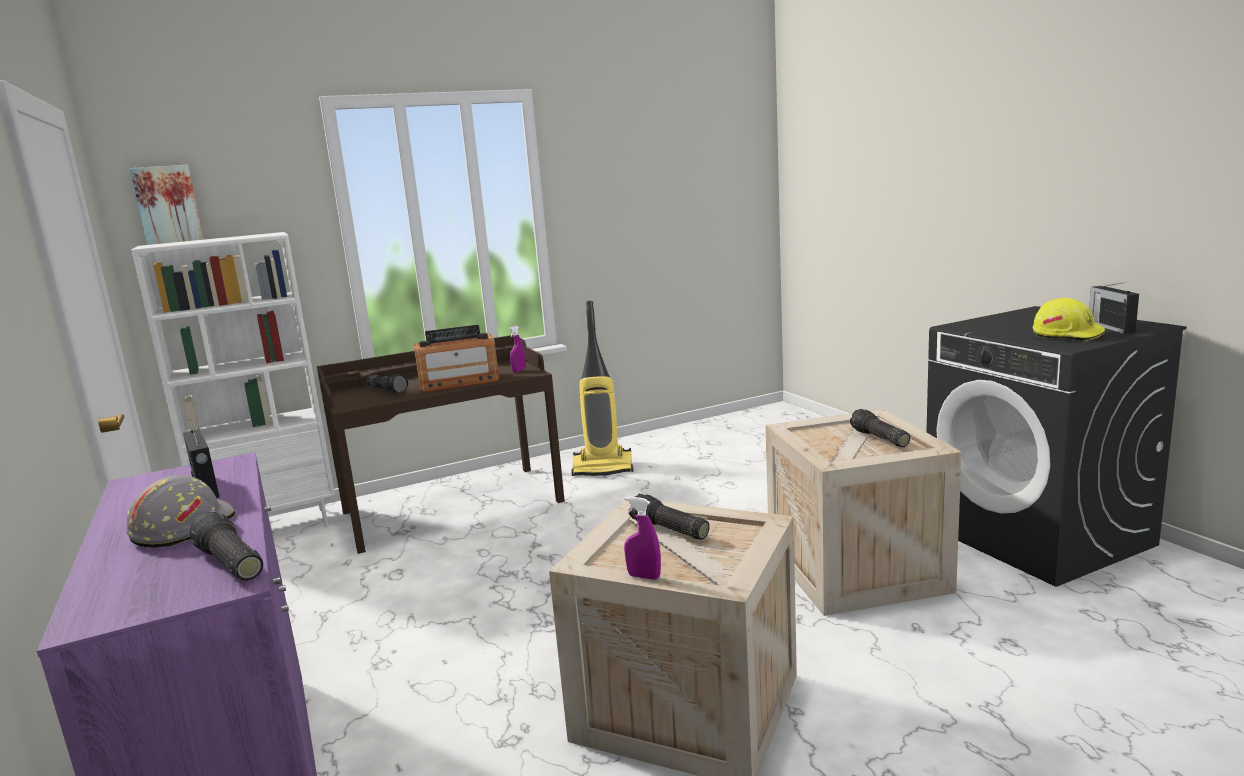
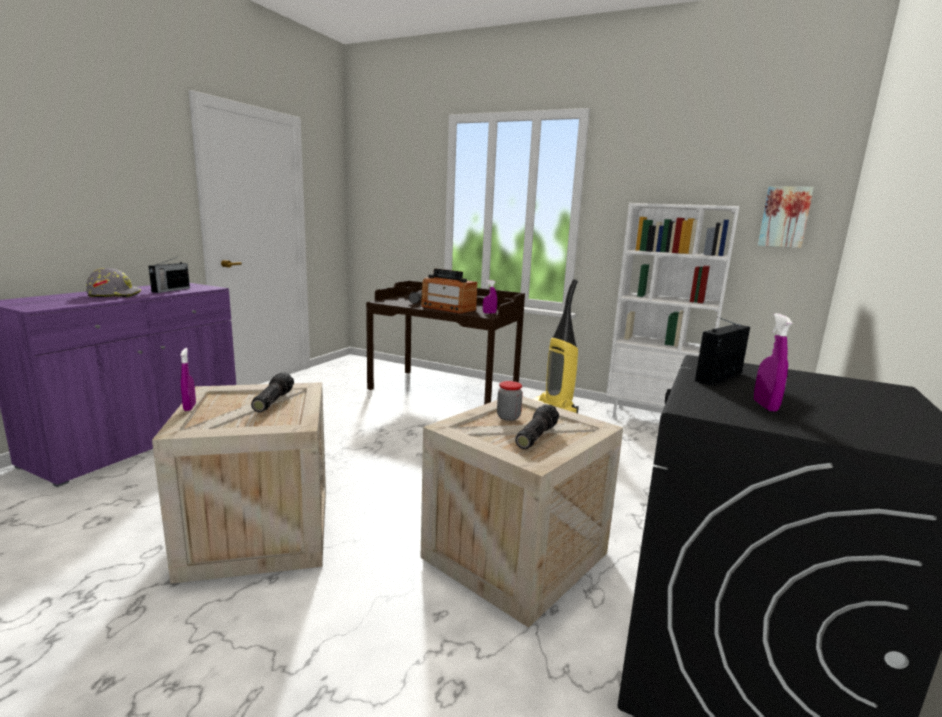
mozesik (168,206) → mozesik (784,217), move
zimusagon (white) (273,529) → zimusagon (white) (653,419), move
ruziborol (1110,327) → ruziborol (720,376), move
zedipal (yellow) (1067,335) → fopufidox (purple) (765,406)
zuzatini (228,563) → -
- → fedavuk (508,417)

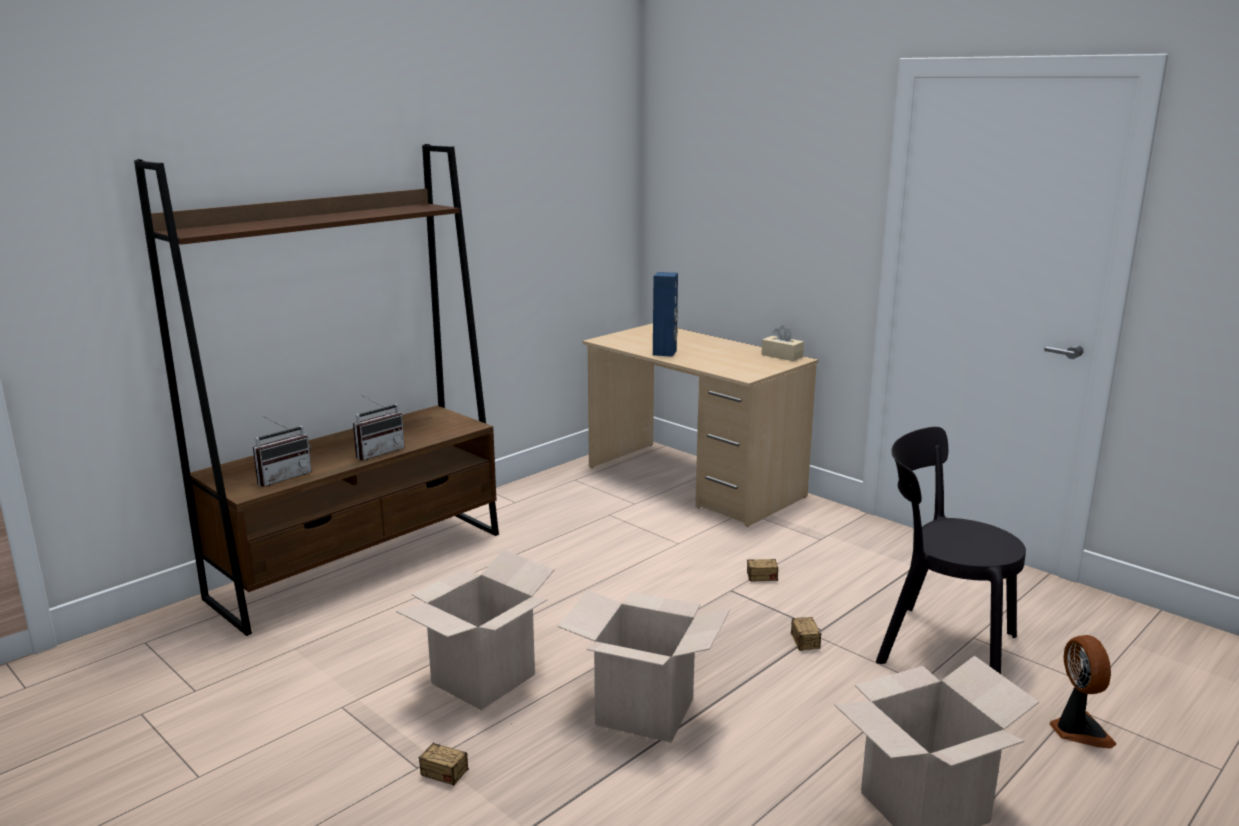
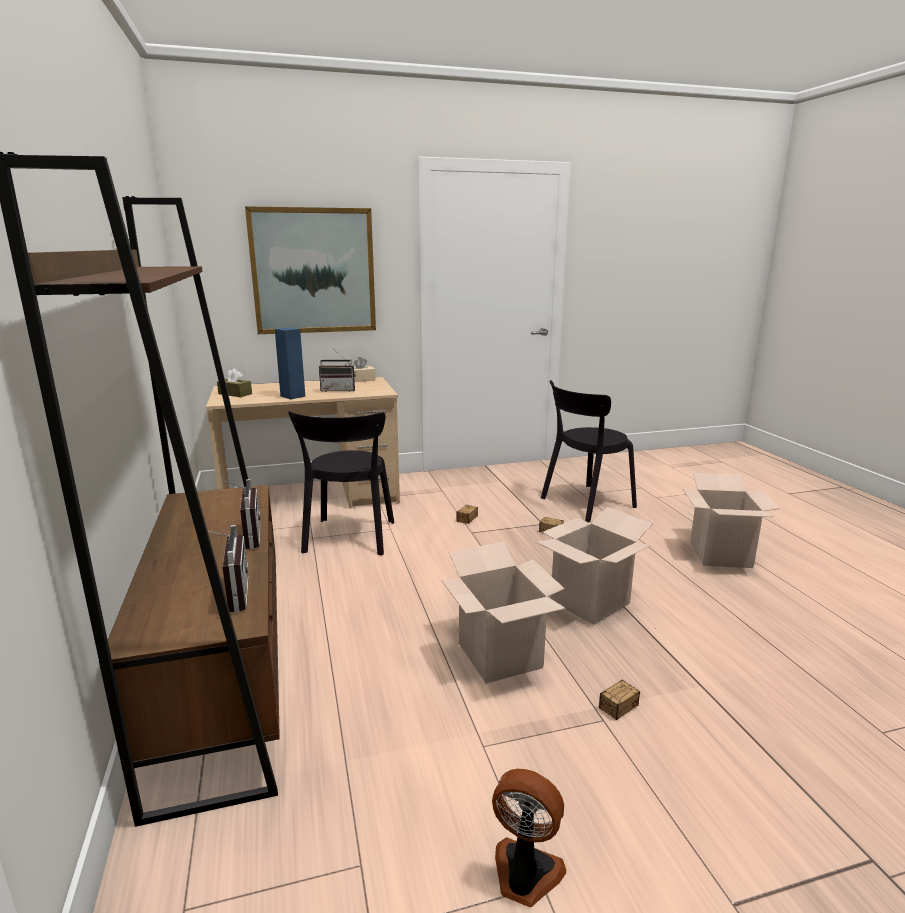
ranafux (1078,730) → ranafux (524,875), move
- → mozesik (313,271)
- → ruziborol (338,390)
- → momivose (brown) (235,394)
- → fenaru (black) (349,539)

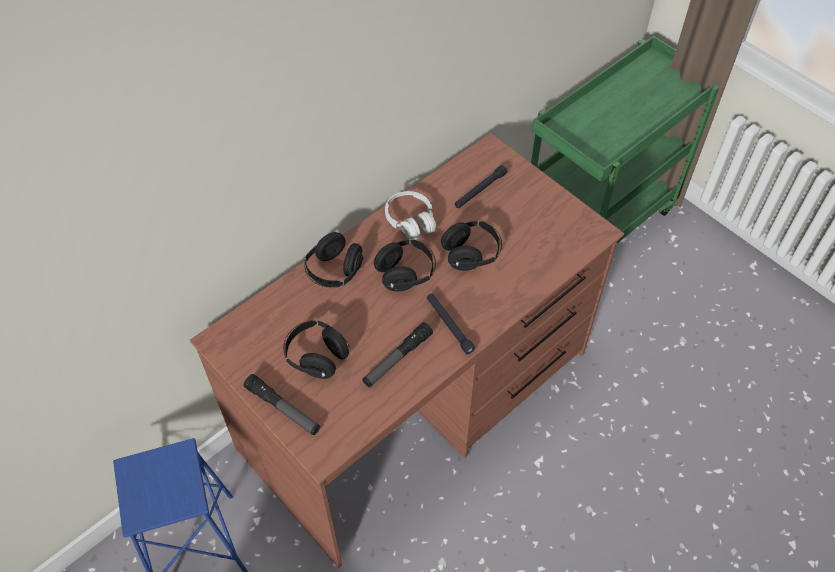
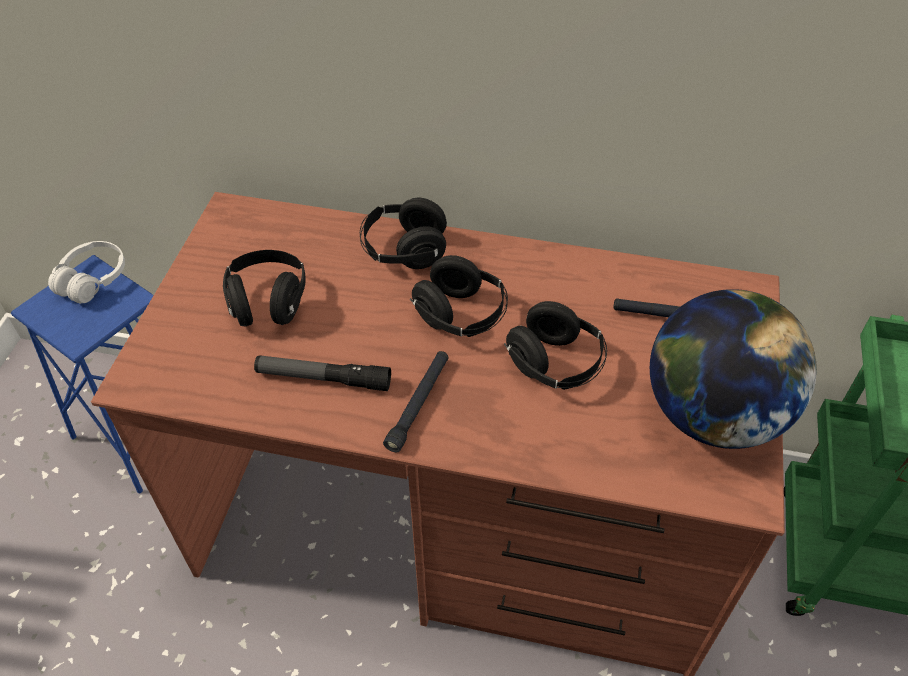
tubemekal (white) (410,221) → tubemekal (white) (93,279), move
zuzatini (283,408) → -
- → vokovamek (712,414)

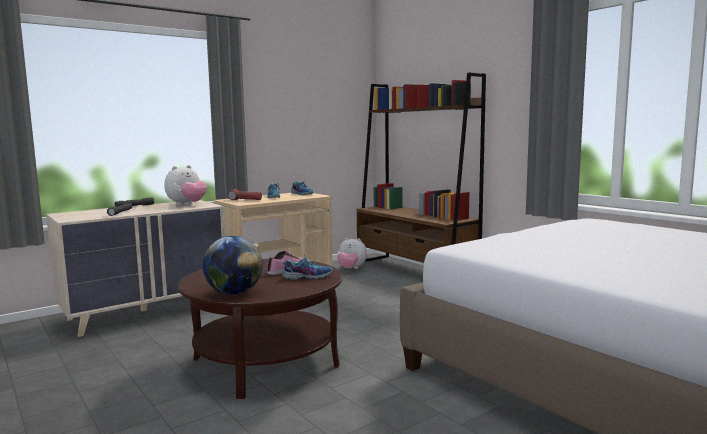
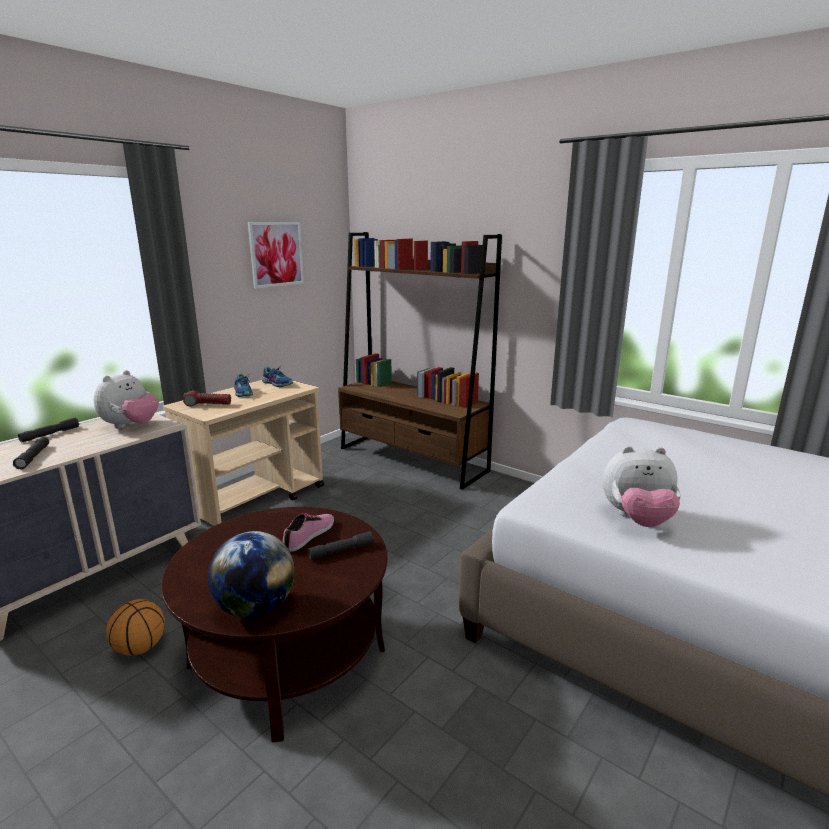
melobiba (351,269) → melobiba (637,520), move
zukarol (307,277) → zuzatini (grey) (341,551)
- → mozesik (276,254)
- → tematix (140,647)

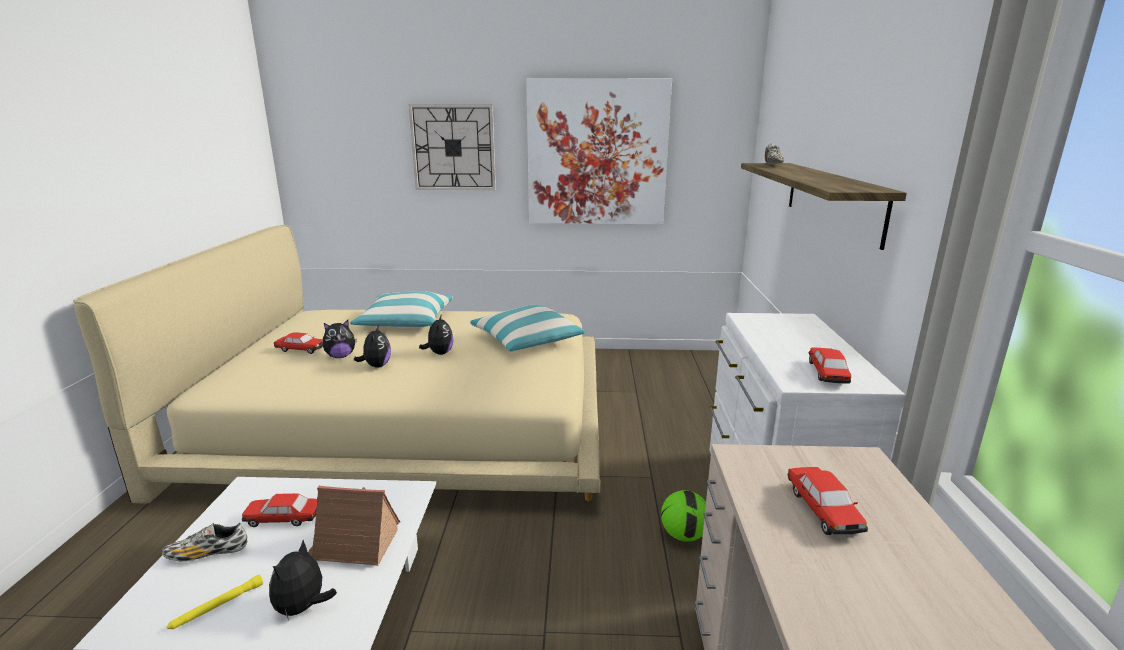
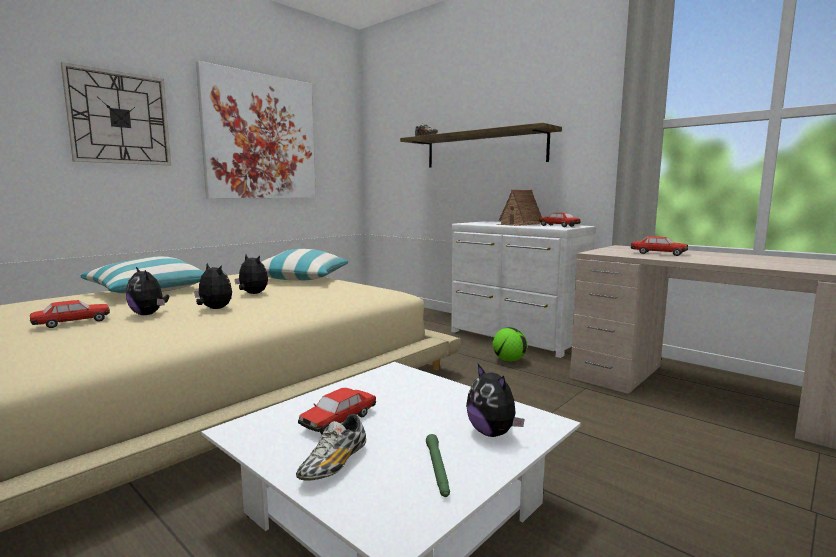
melobiba (340,356) → melobiba (149,314), 120 degrees clockwise
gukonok (354,545) → gukonok (519,224), move
zuzatini (yellow) (217,606) → zuzatini (green) (438,470)

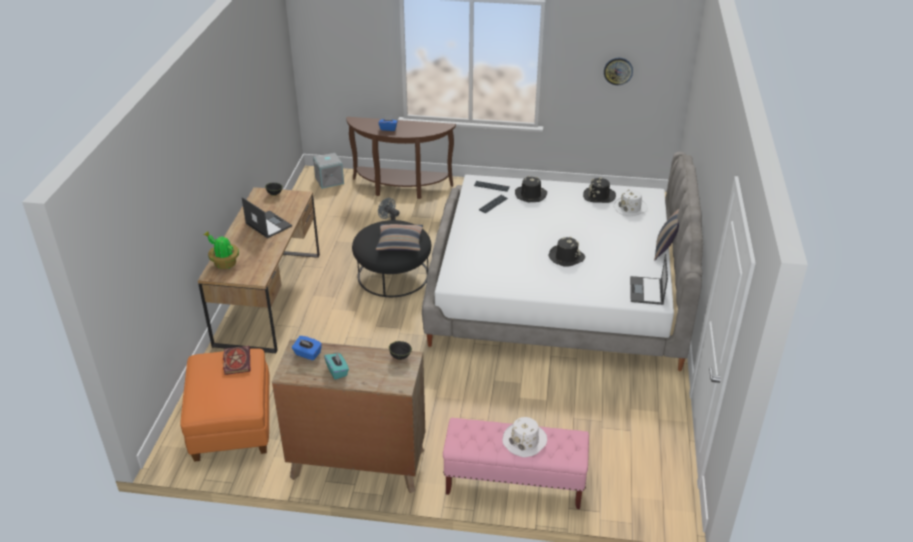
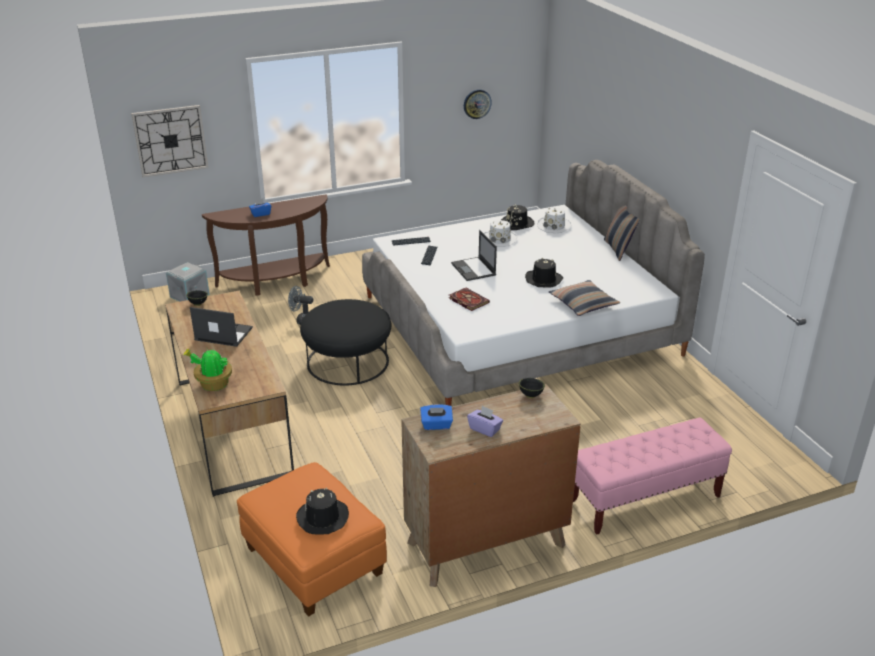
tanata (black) (530,195) → tanata (black) (322,518), move
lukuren (400,243) → lukuren (583,304), move
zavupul (646,291) → zavupul (474,269), move
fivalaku (236,361) → fivalaku (467,300), move
momivose (turquoise) (337,371) → momivose (purple) (485,429)
tanata (white) (525,441) → tanata (white) (500,239), move
- → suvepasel (170,140)

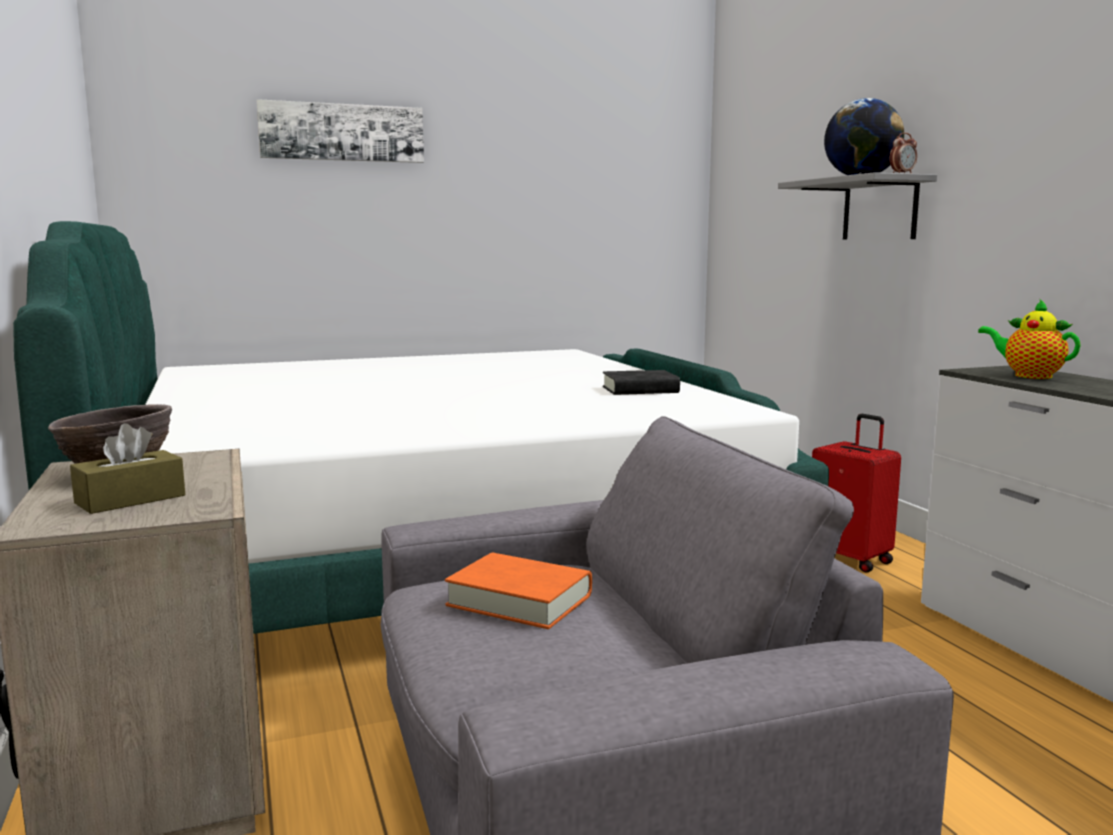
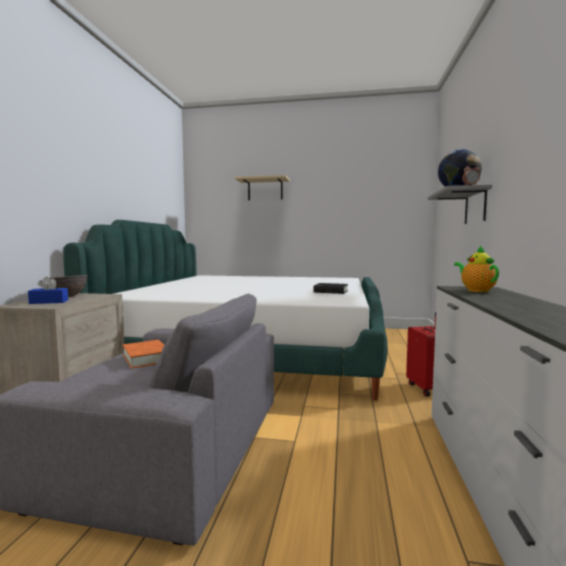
mozesik (342,132) → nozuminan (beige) (265,190)
momivose (brown) (130,499) → momivose (blue) (49,302)

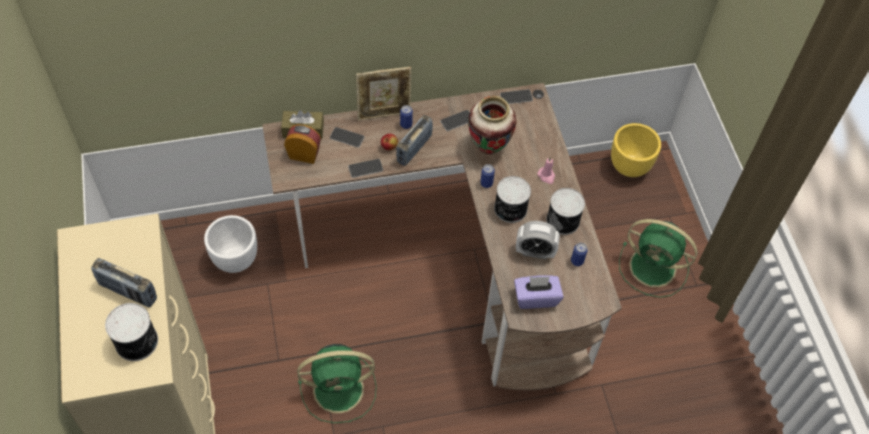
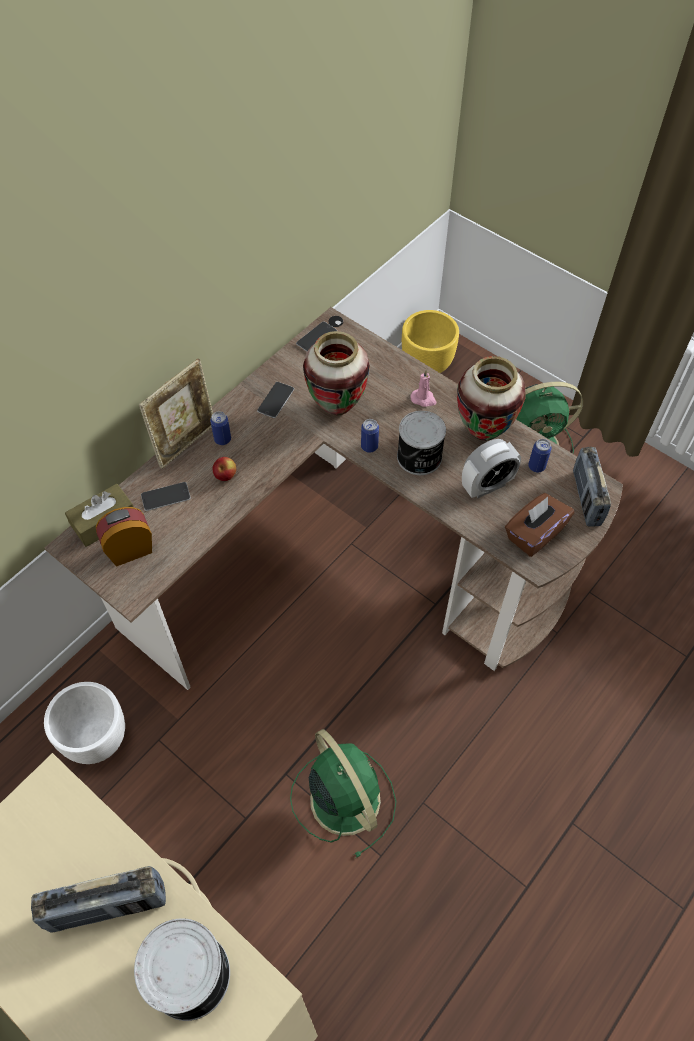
ruziborol (414,149) → ruziborol (586,498), move
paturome (365,168) → -
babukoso (563,220) → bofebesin (483,433)
momivose (purple) (536,298) → momivose (brown) (534,534)
ranafux (green) (341,389) → ranafux (green) (343,796), 75 degrees counterclockwise

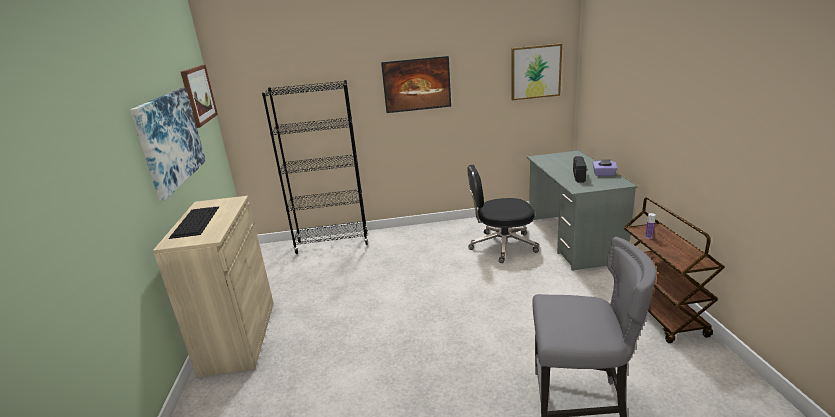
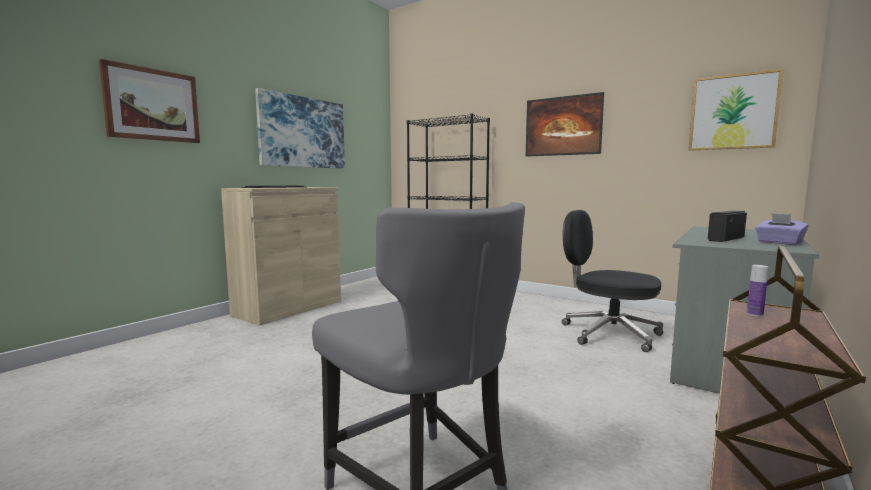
mozesik (198,95) → mozesik (152,105), move

